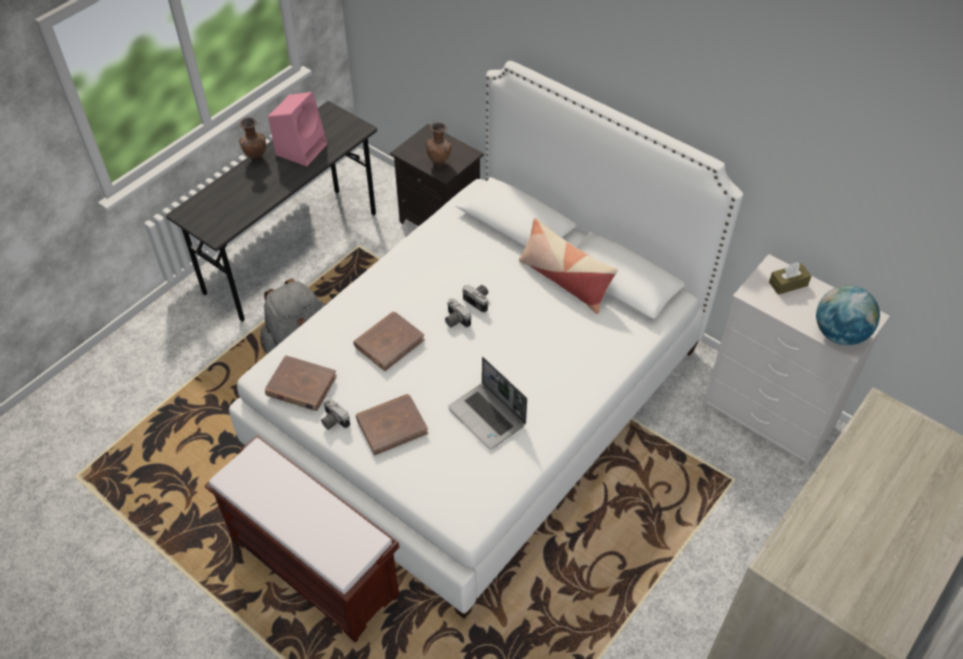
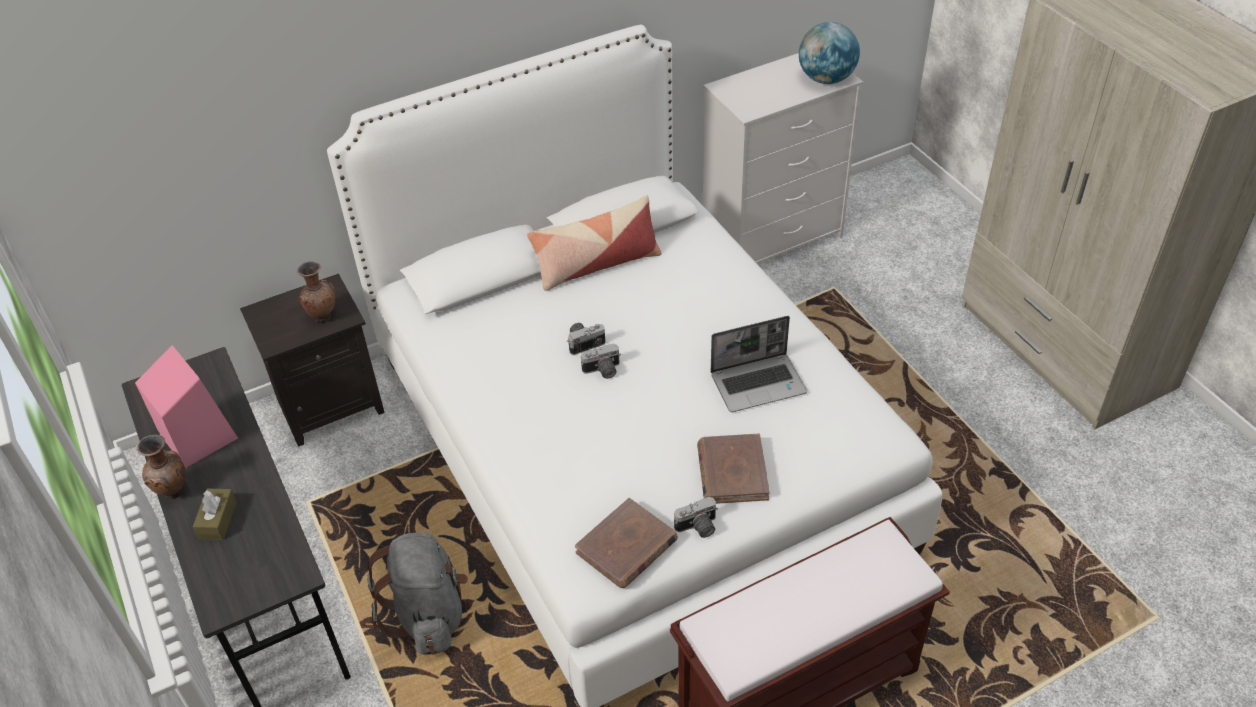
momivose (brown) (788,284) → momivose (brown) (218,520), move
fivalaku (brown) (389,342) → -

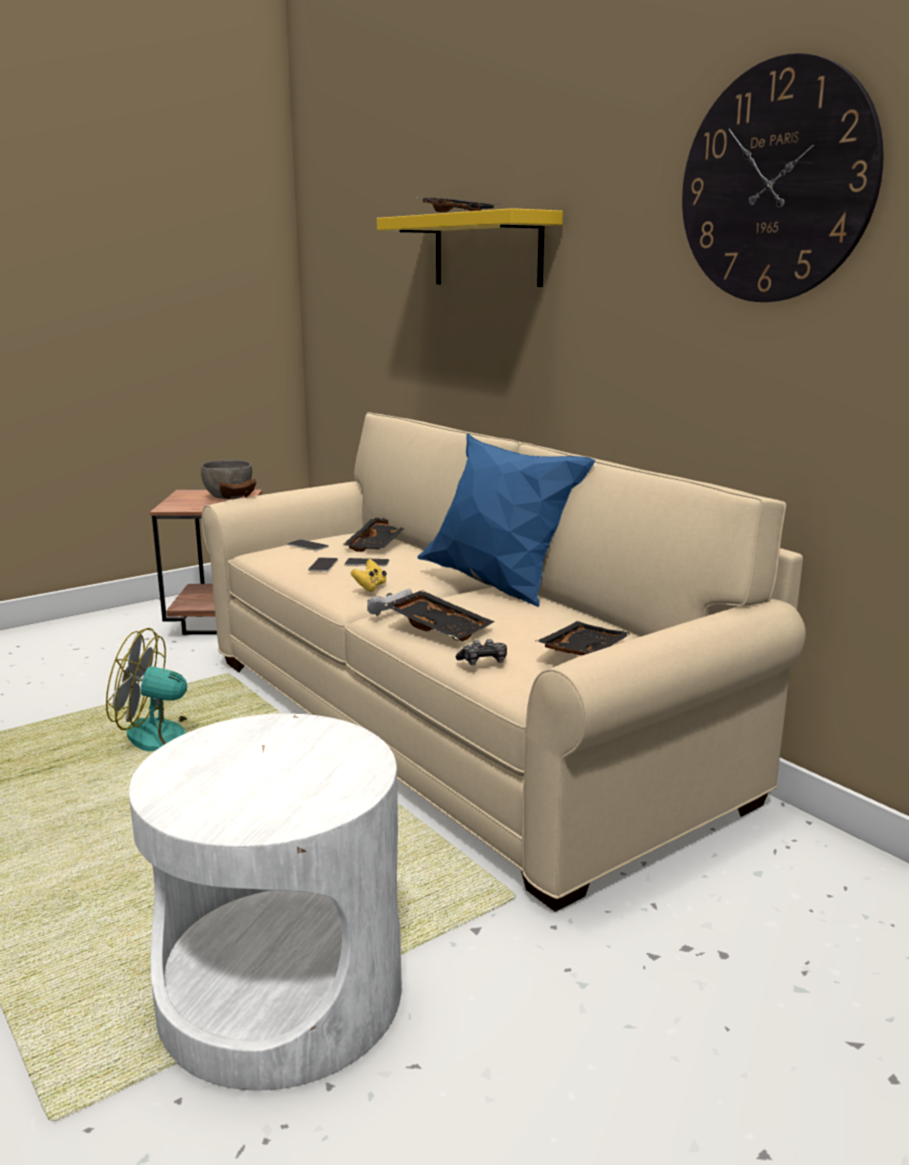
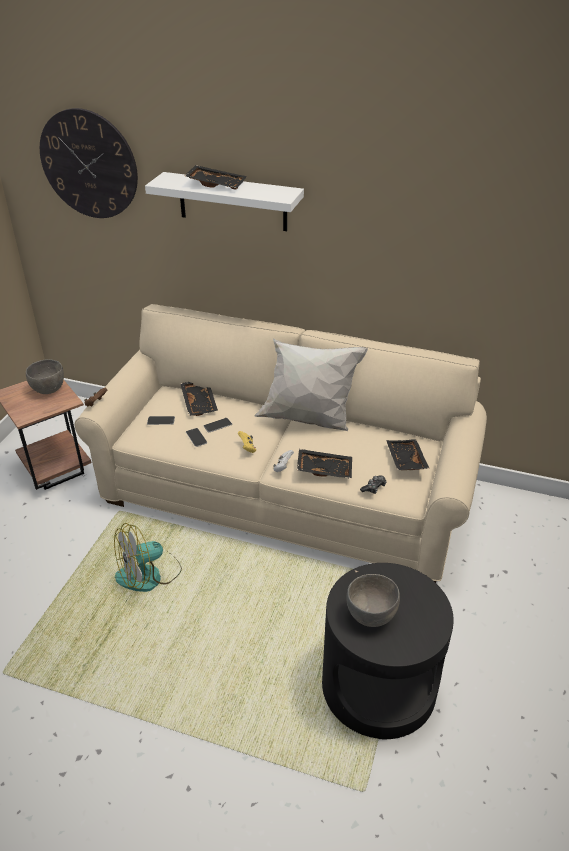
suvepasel (775,183) → suvepasel (89,164), move
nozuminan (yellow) (487,250) → nozuminan (white) (232,202)
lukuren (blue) (497,586) → lukuren (white) (308,420)
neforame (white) (280,993) → neforame (black) (378,685)
- → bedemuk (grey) (371,615)

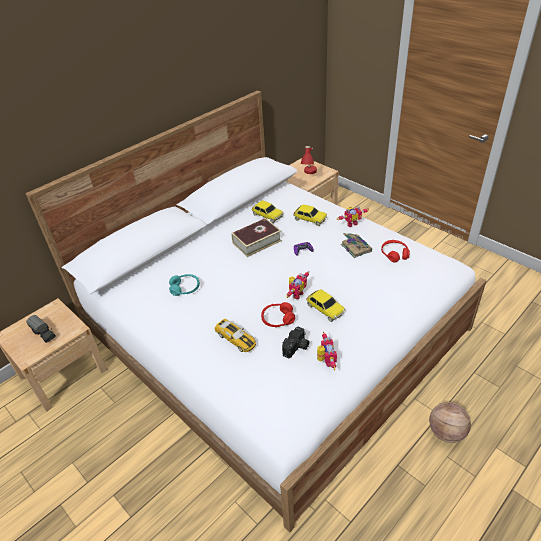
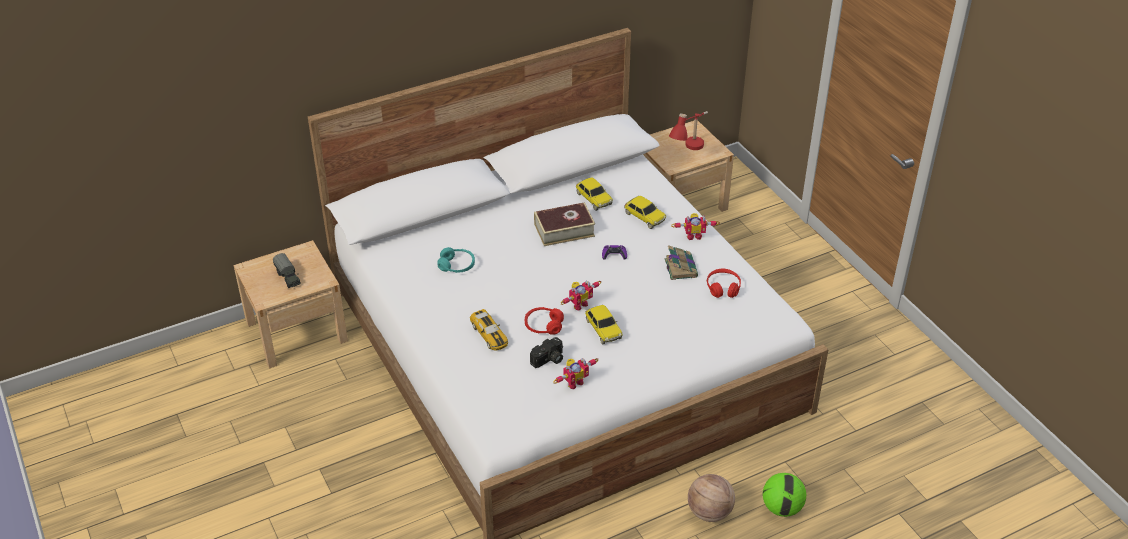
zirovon (325,361) → zirovon (574,382), 45 degrees clockwise
- → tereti (782,508)

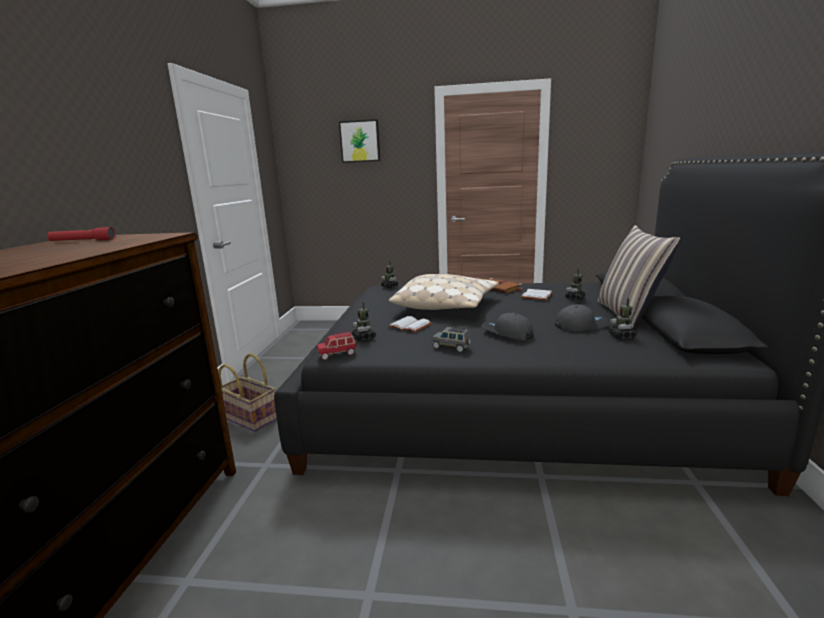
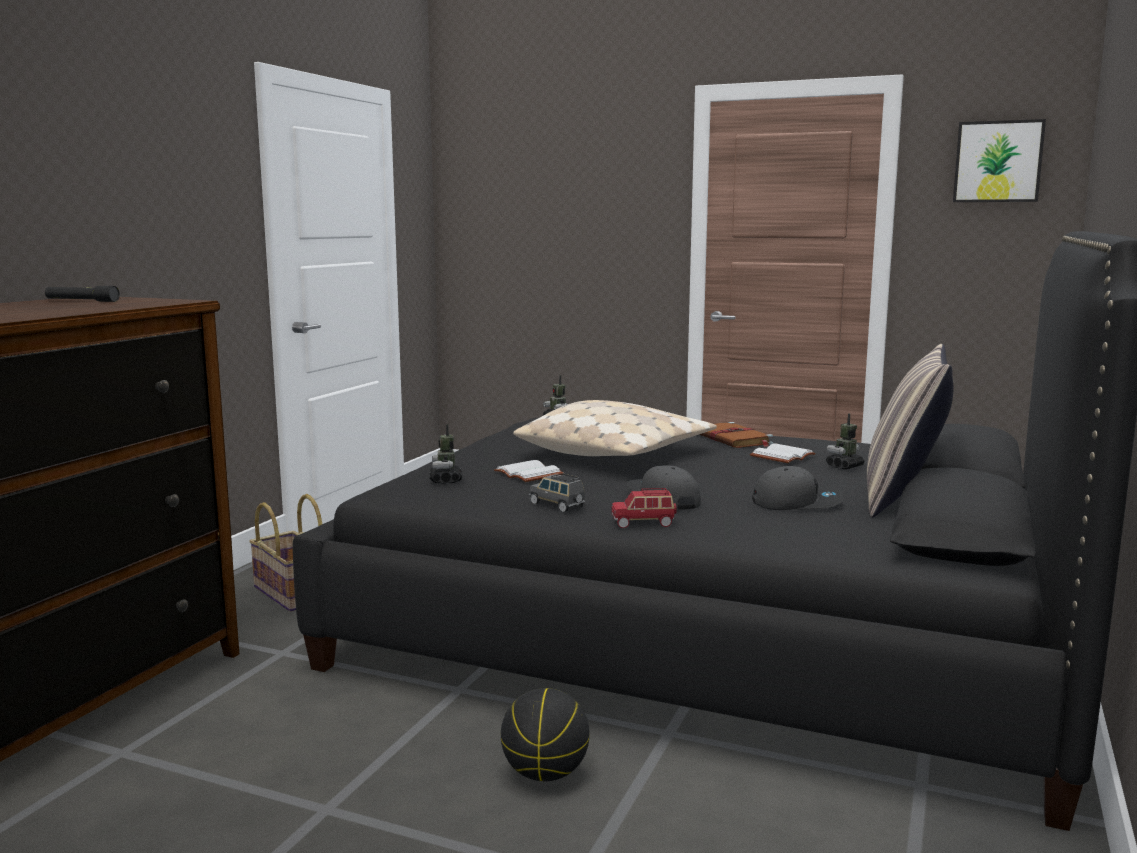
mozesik (360,141) → mozesik (998,162), move
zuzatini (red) (82,241) → zuzatini (black) (82,301)
zirovon (622,336) → -
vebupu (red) (337,354) → vebupu (red) (643,523), move
- → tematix (545,774)

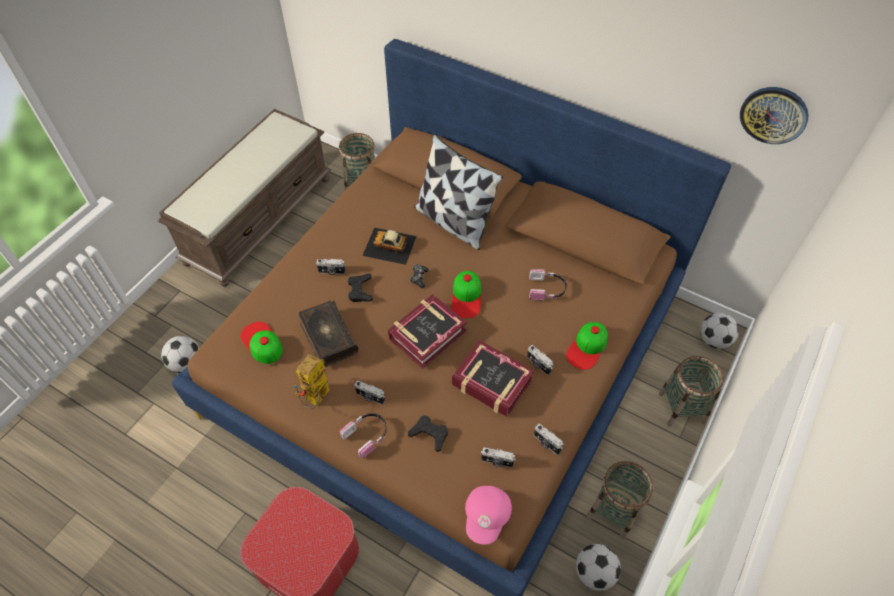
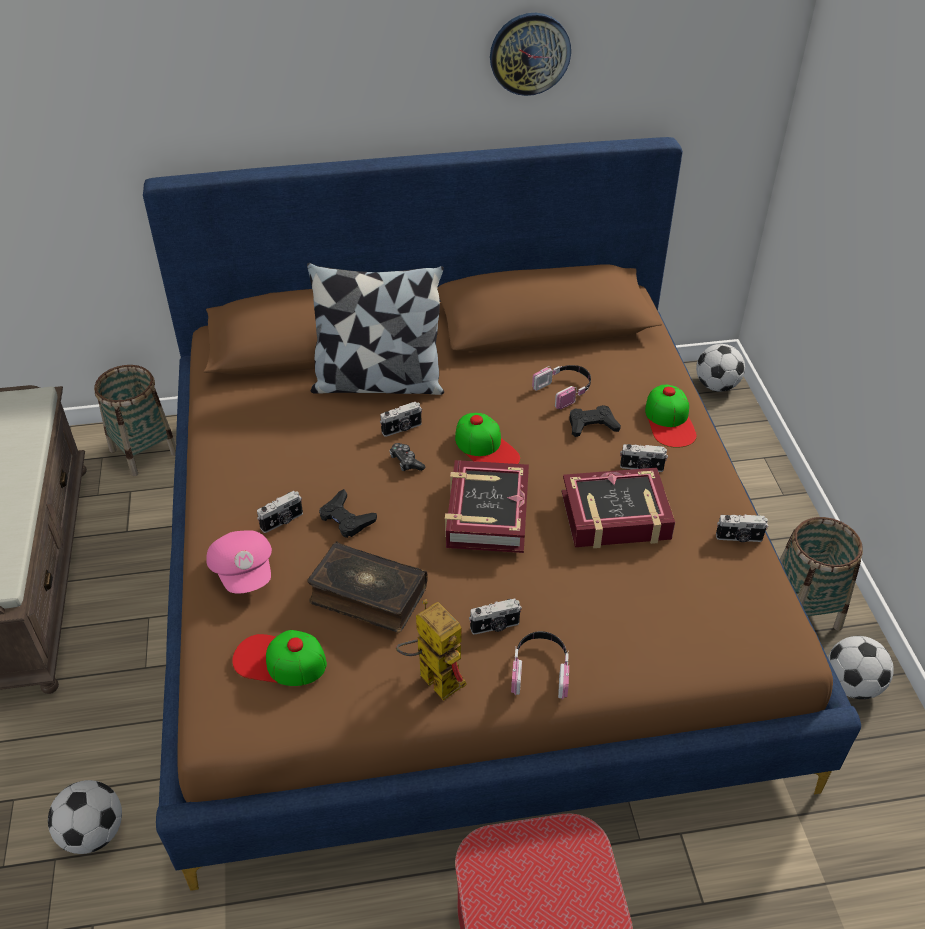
suvepasel (773,114) → suvepasel (529,53), move
vebupu (390,246) → -
zirovon (316,400) → zirovon (431,677), 150 degrees clockwise
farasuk (682,408) → -
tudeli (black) (429,434) → tudeli (black) (592,425), move
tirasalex (497,462) → tirasalex (402,429), move
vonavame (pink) (487,517) → vonavame (pink) (244,571), move

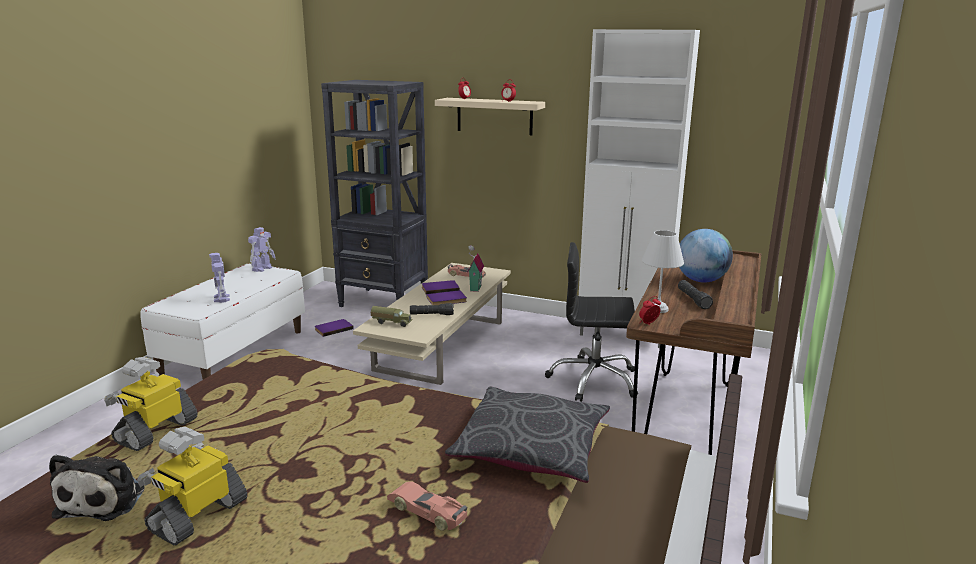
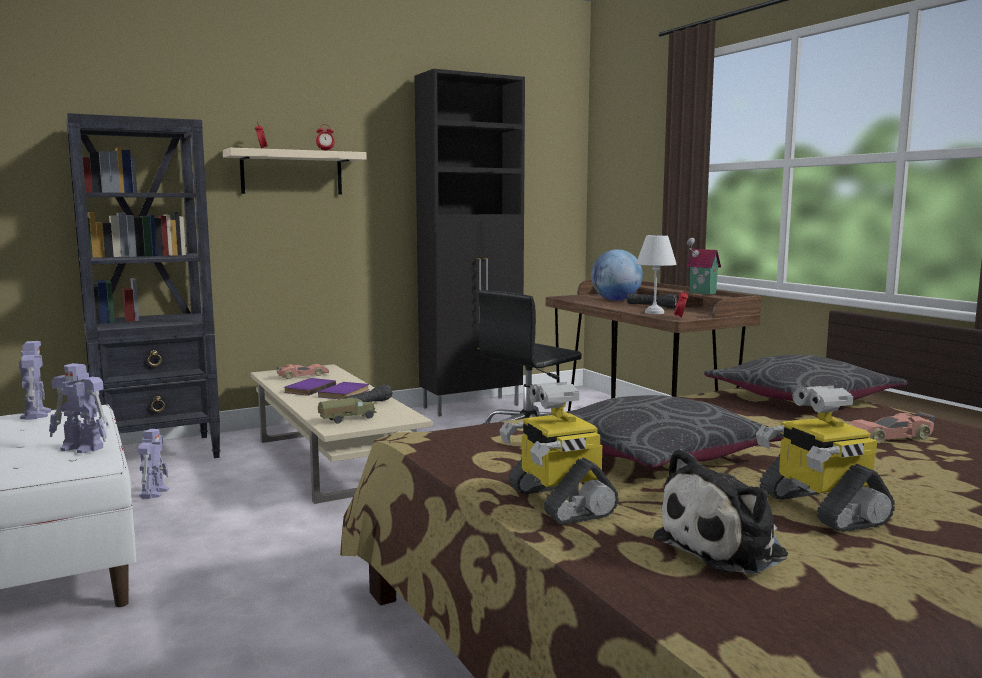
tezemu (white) (624,335) → tezemu (black) (472,406)
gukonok (474,288) → gukonok (701,293), move
fivalaku (purple) (333,329) → zirovon (154,492)
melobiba (104,499) → melobiba (726,547), 105 degrees clockwise
- → lukuren (grey) (655,453)

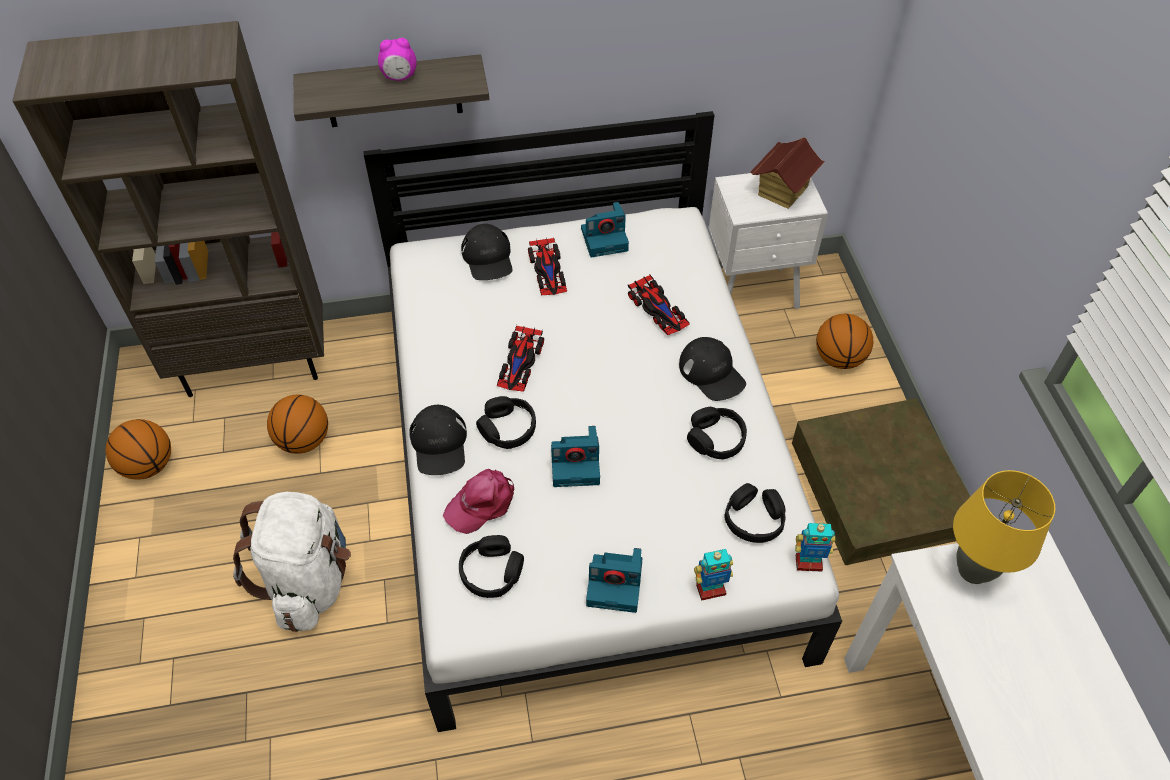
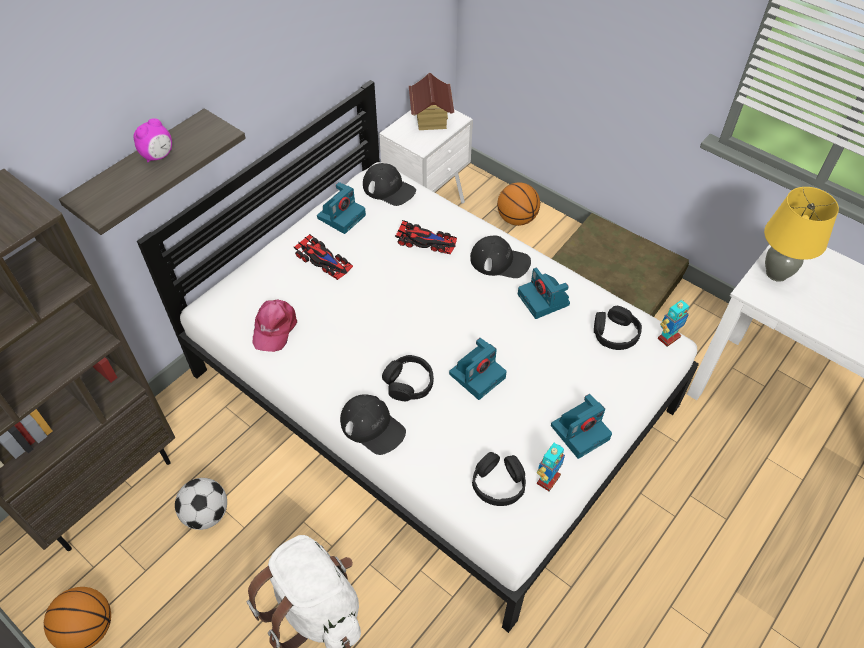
vonavame (black) (488,258) → vonavame (black) (389,189), move
vebupu (520,362) → -
tematix (304,440) → tereti (207,513)
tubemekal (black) (716,439) → tirasalex (544,300)
vonavame (pink) (481,503) → vonavame (pink) (274,327), move
zirovon (710,589) → zirovon (547,479), move

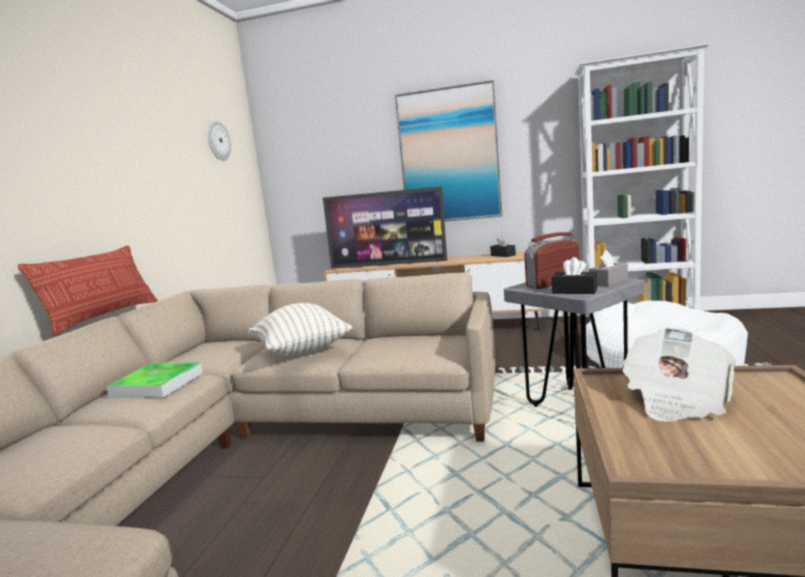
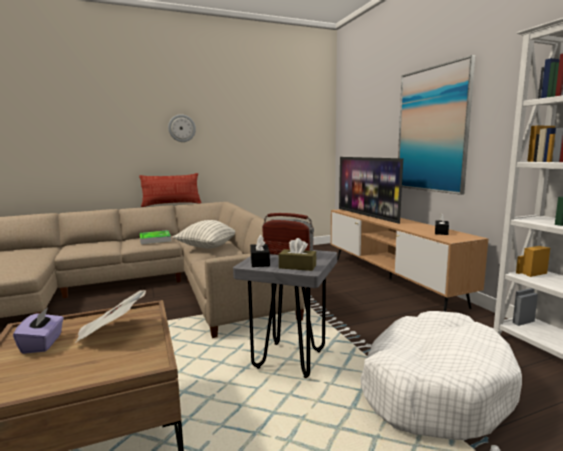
suvepasel (218,141) → suvepasel (182,128), move
momivose (grey) (608,282) → momivose (brown) (297,266)
- → momivose (purple) (43,344)

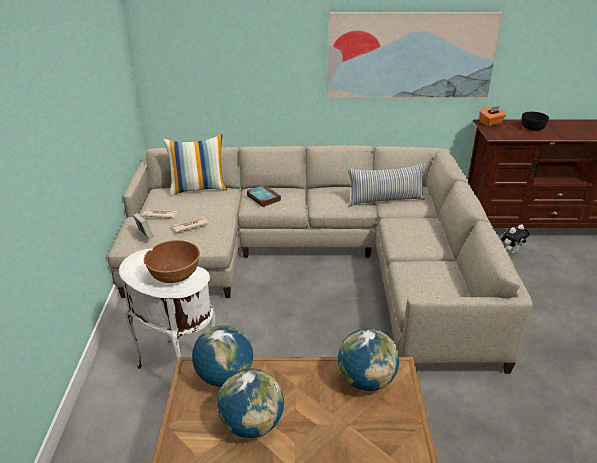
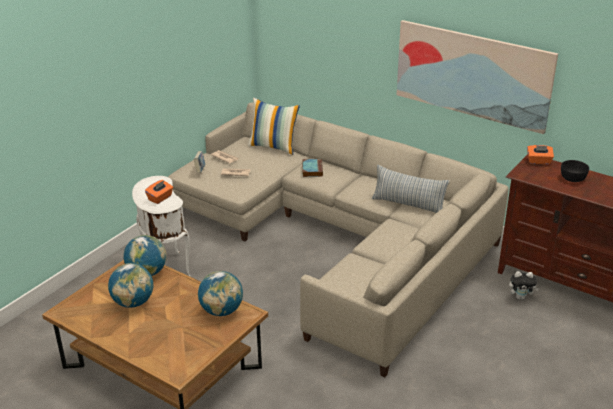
bedemuk (brown) (174,275) → momivose (orange) (160,198)

